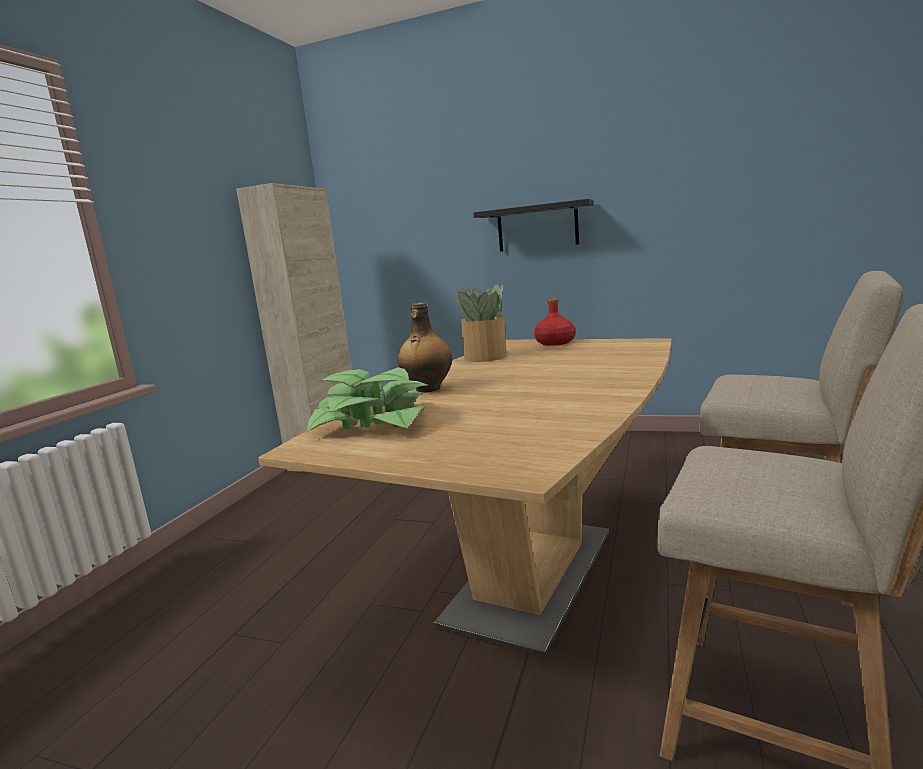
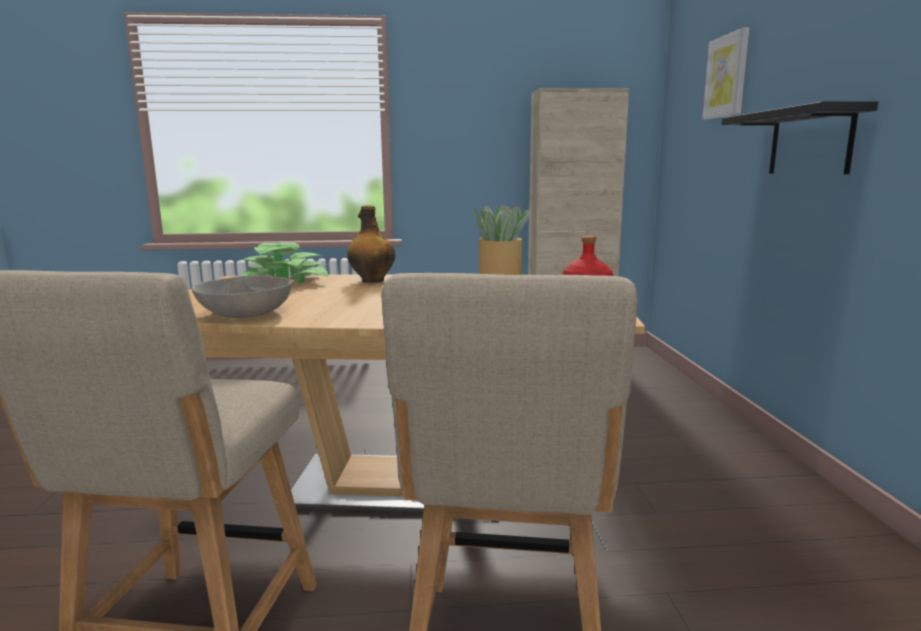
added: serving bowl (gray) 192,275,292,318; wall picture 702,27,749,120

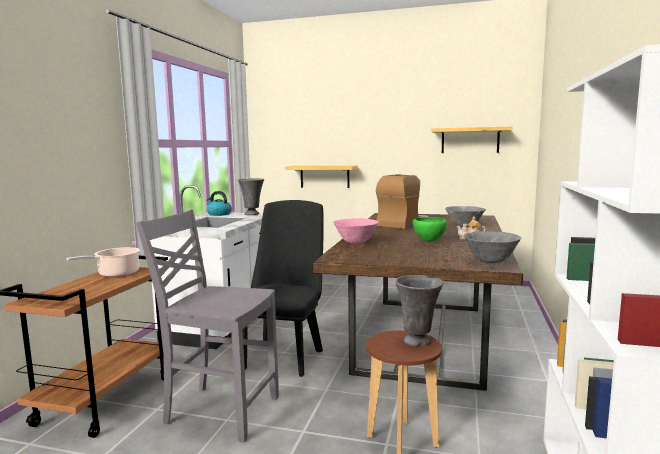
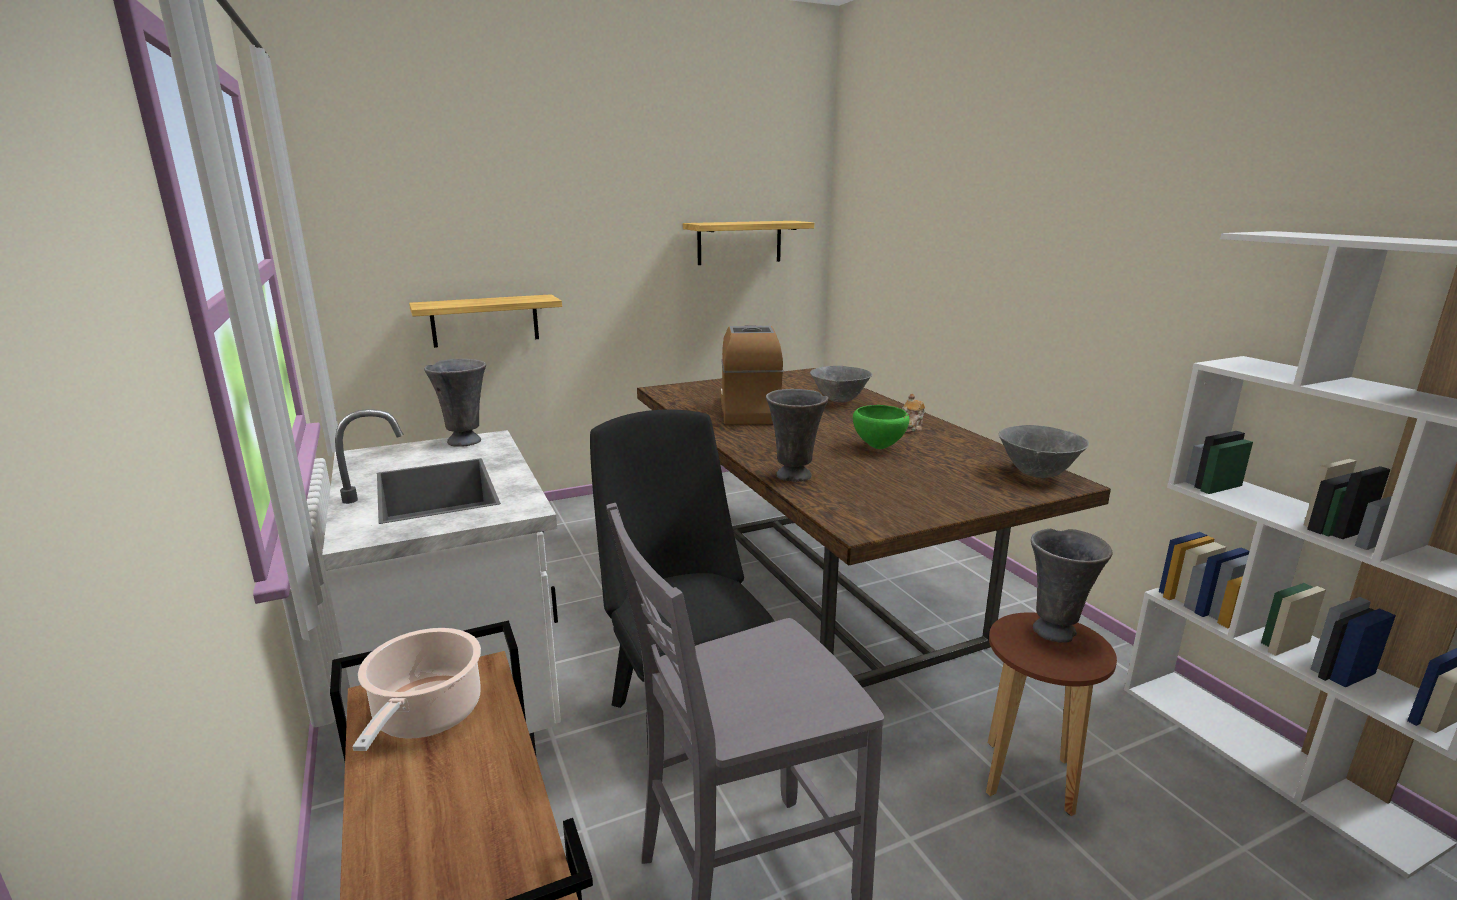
removed: water kettle 206,191,232,216
replaced: serving bowl (pinkish) 333,218,379,244 to decorative vase (gray) 766,389,829,482

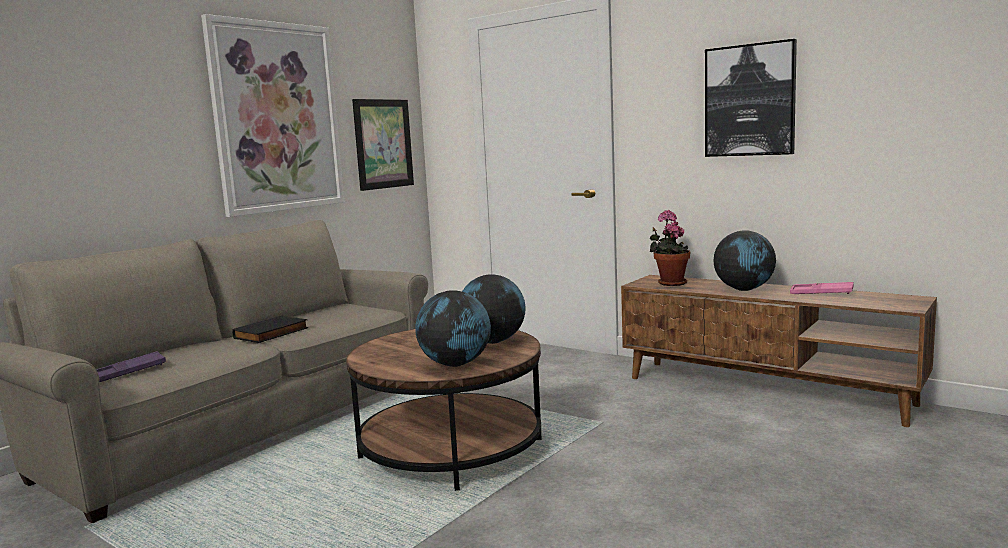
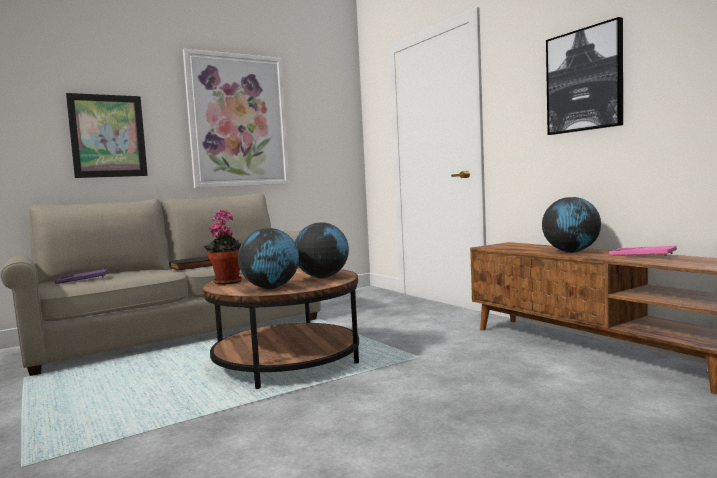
moved: wall picture 352,99,414,191 to 66,93,148,178; potted plant 649,210,691,286 to 204,209,242,285

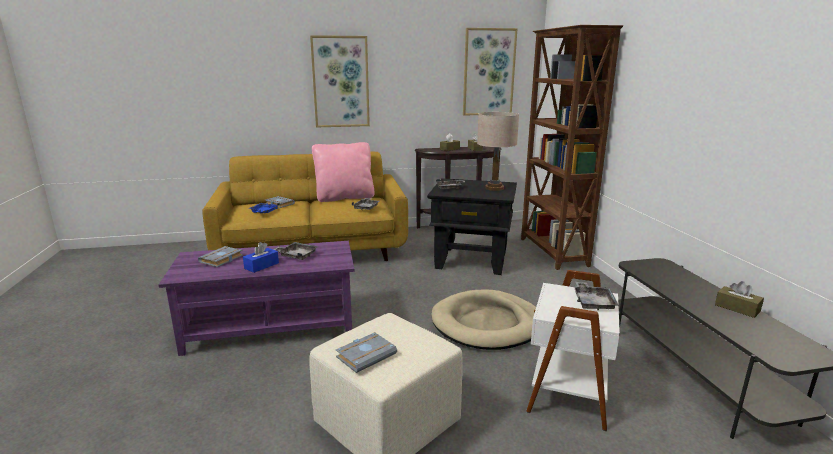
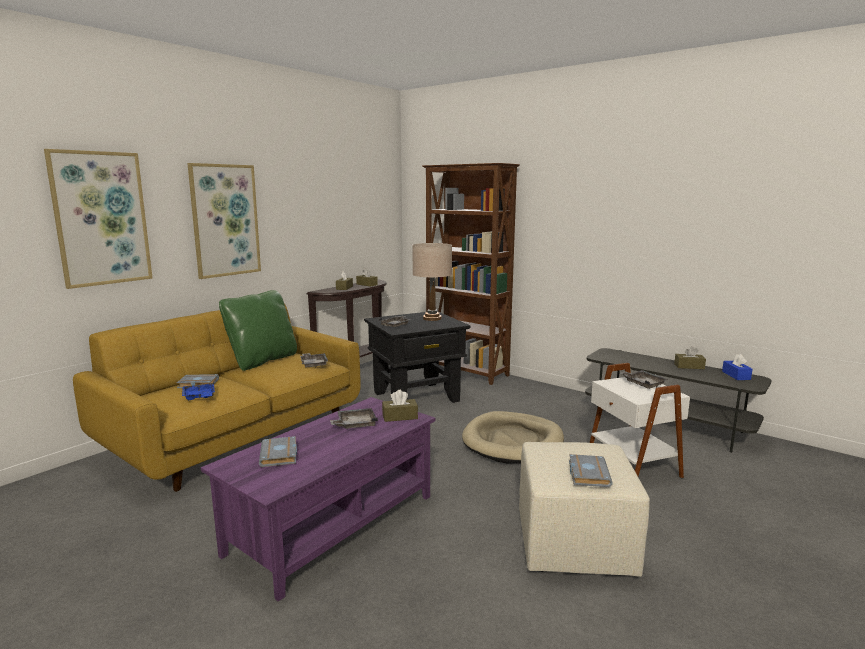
added: box of tissues (brown) 382,390,418,422
moved: box of tissues (bluish) 243,242,279,273 to 722,354,753,380; wall picture 463,28,518,116 to 44,149,153,289
recoloured: cushion (pinkish) 312,142,375,202 to cushion (greenish) 219,290,297,371

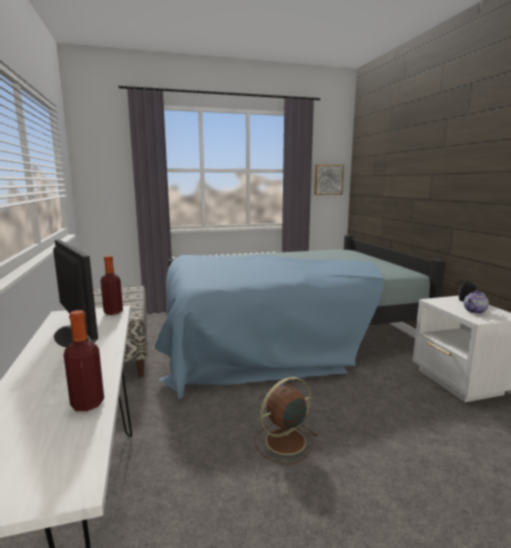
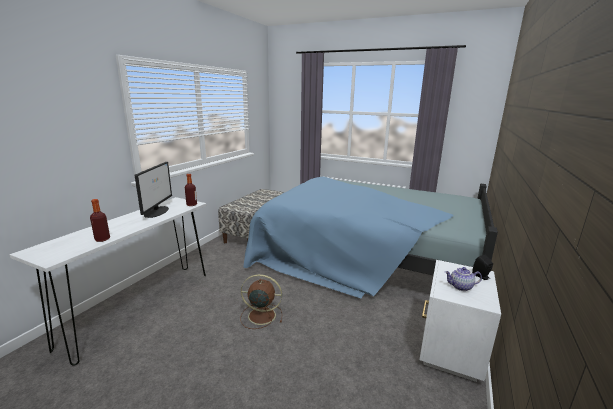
removed: wall picture 315,164,344,195

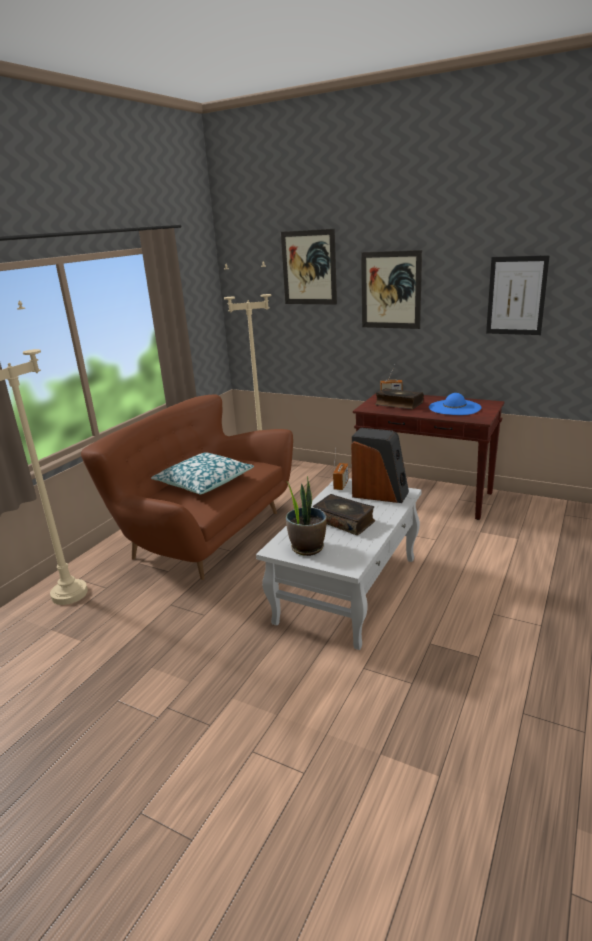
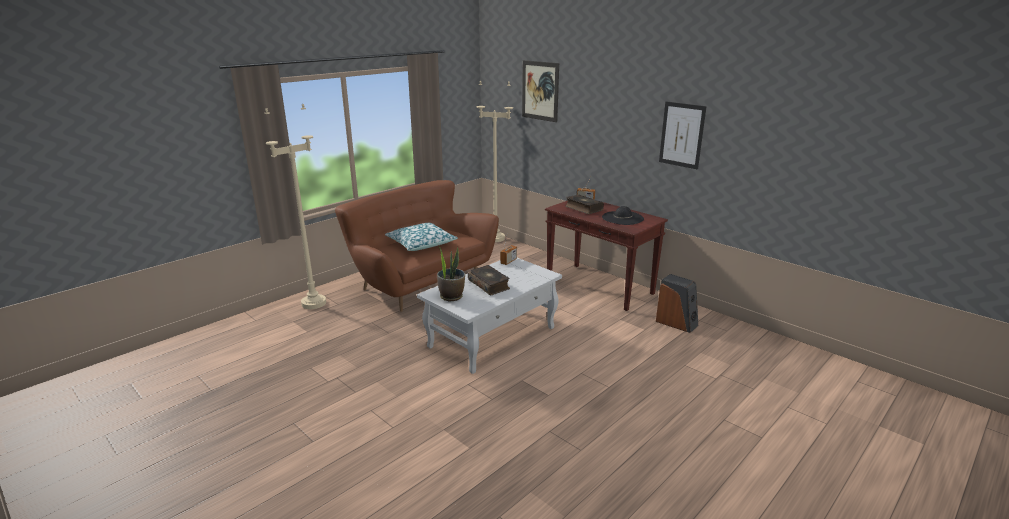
removed: wall picture 361,250,422,329
moved: speaker 351,428,409,503 to 656,274,698,333
recoloured: wearable hat (bluish) 429,393,481,415 to wearable hat (black-coloured) 602,206,644,225

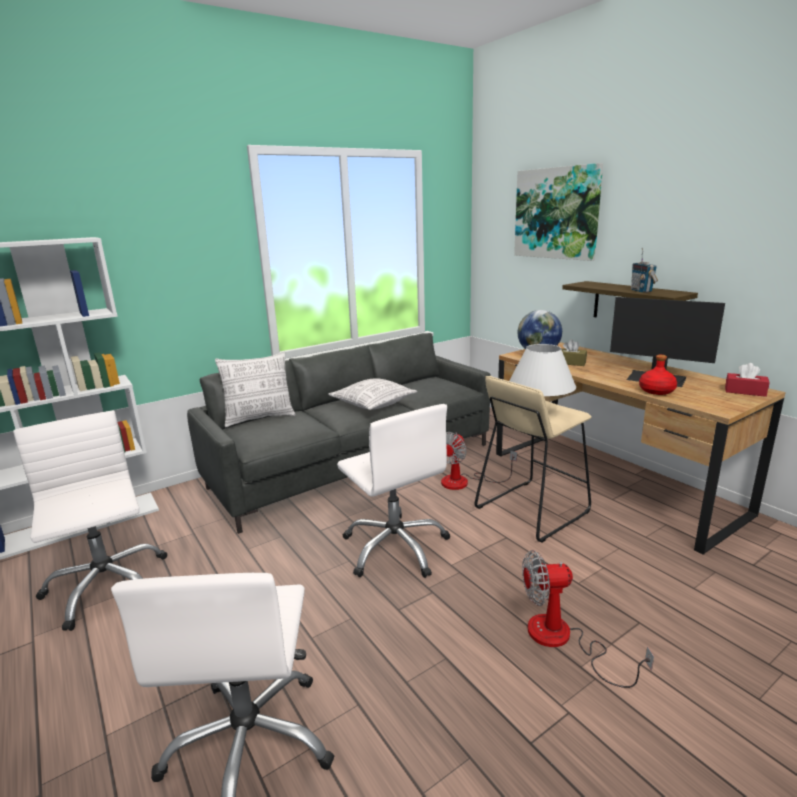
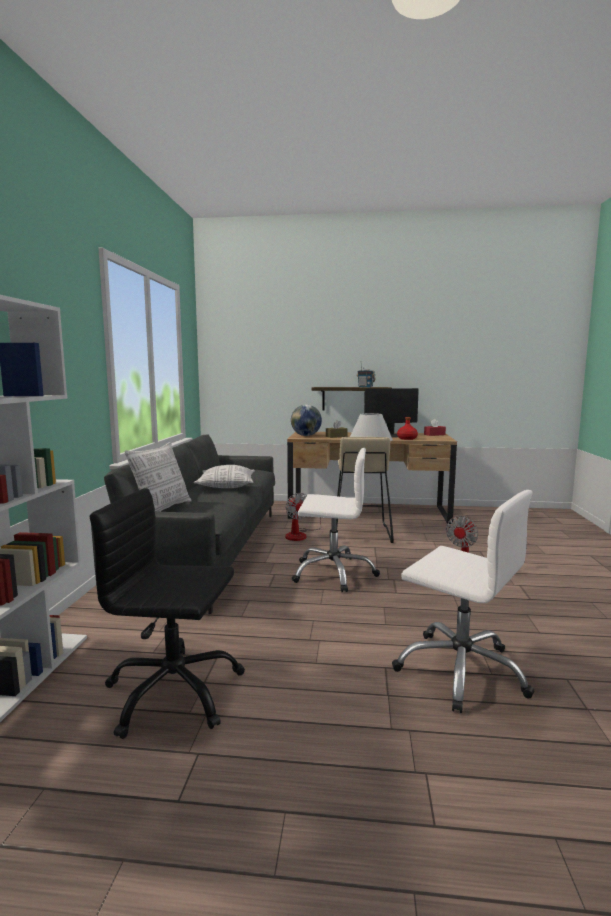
removed: wall picture 514,163,603,261
recoloured: desk chair (white-coloured) 13,411,167,631 to desk chair (black-coloured) 90,488,245,739

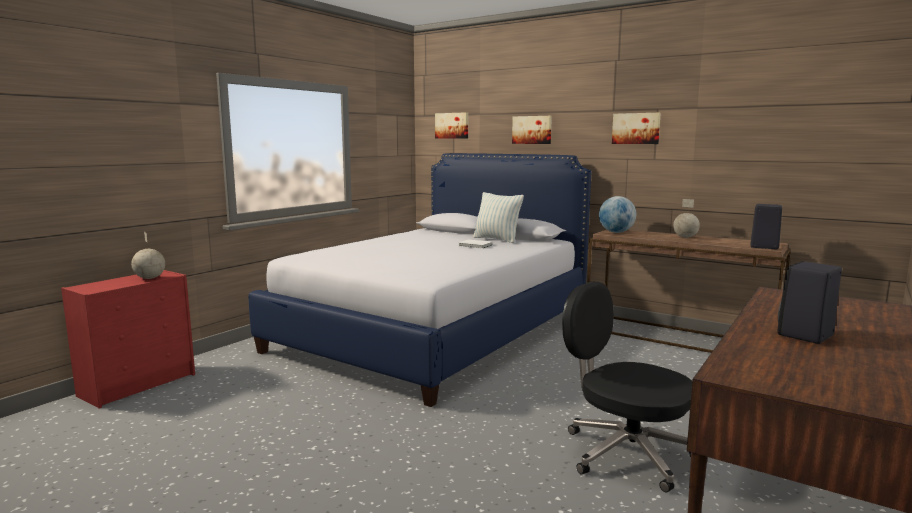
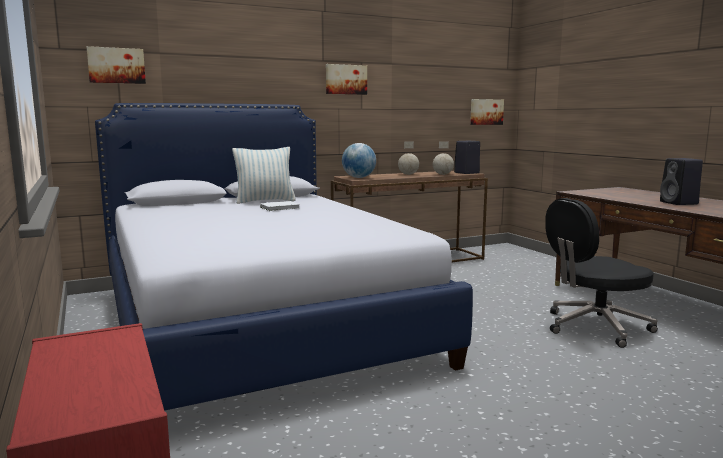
moved: desk globe 131,232,165,279 to 433,141,454,175; wall picture 512,116,552,144 to 470,99,504,125

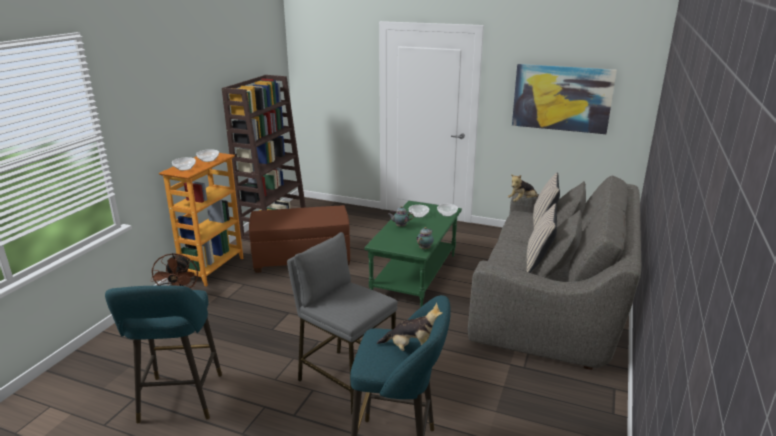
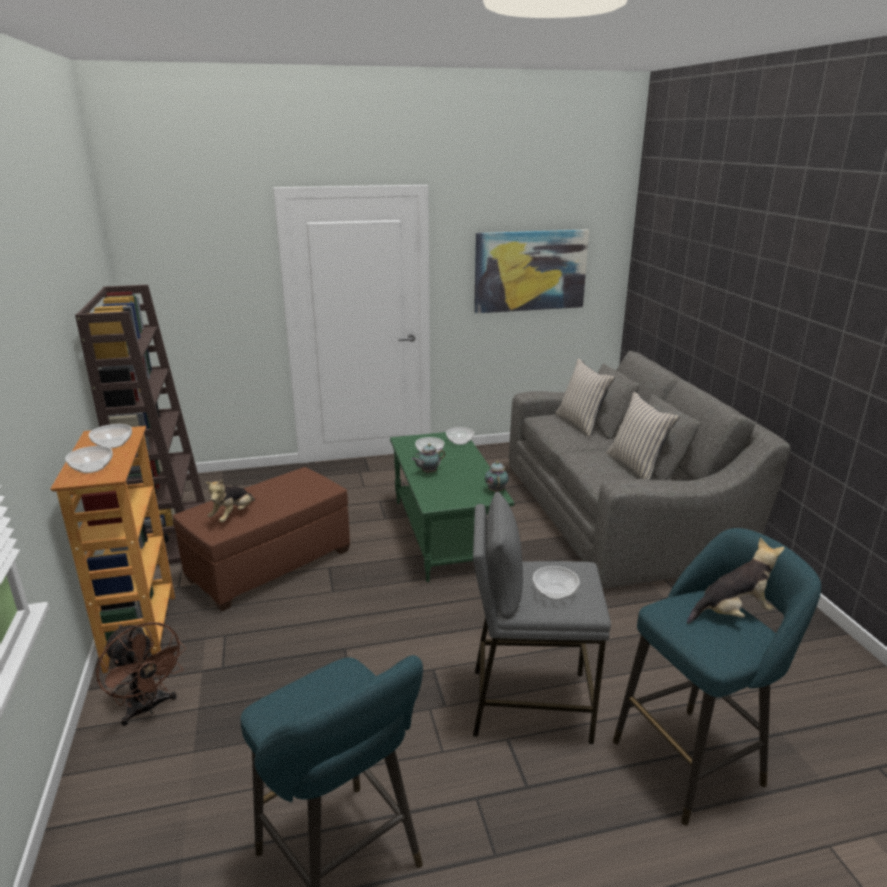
added: serving bowl 533,566,580,600
moved: cuddly toy 507,175,538,202 to 205,479,255,522

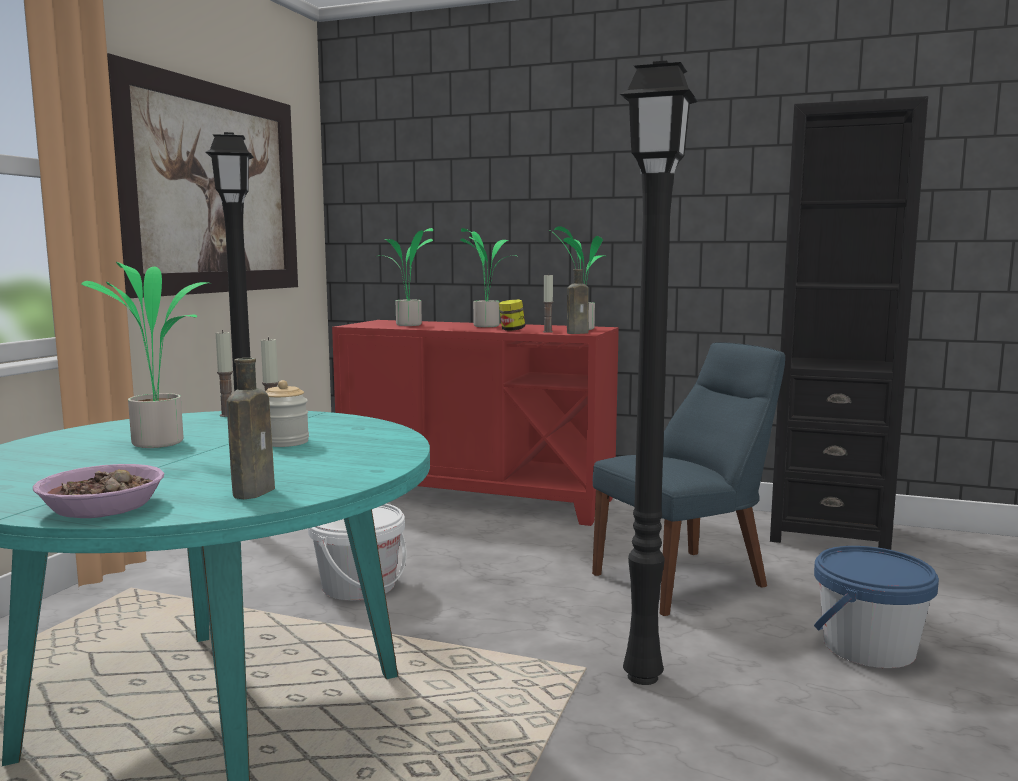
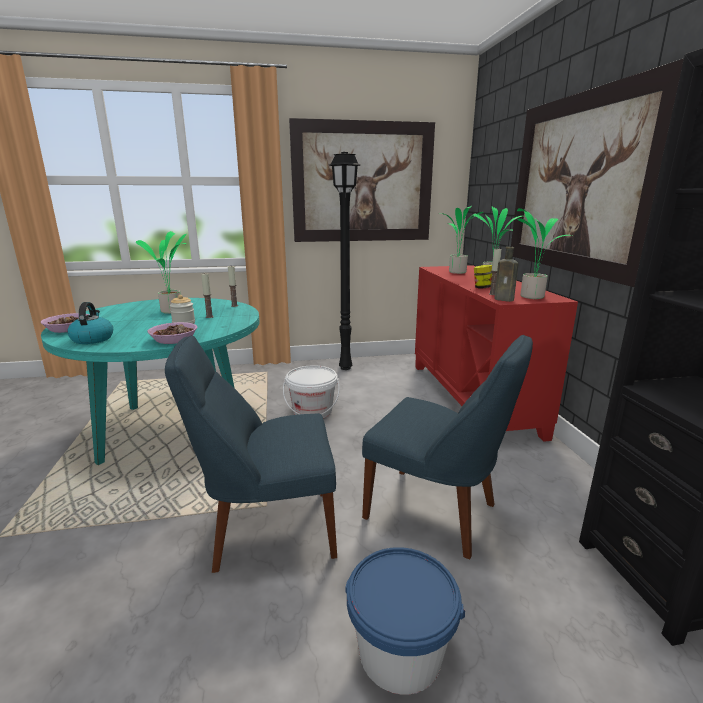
added: serving bowl 148,322,197,344; wall picture 511,59,684,287
replaced: beverage bottle (brown) 227,358,275,499 to water kettle 67,302,113,344; standard lamp (black-coloured) 620,61,698,685 to upright chair (bluish) 165,336,337,573

